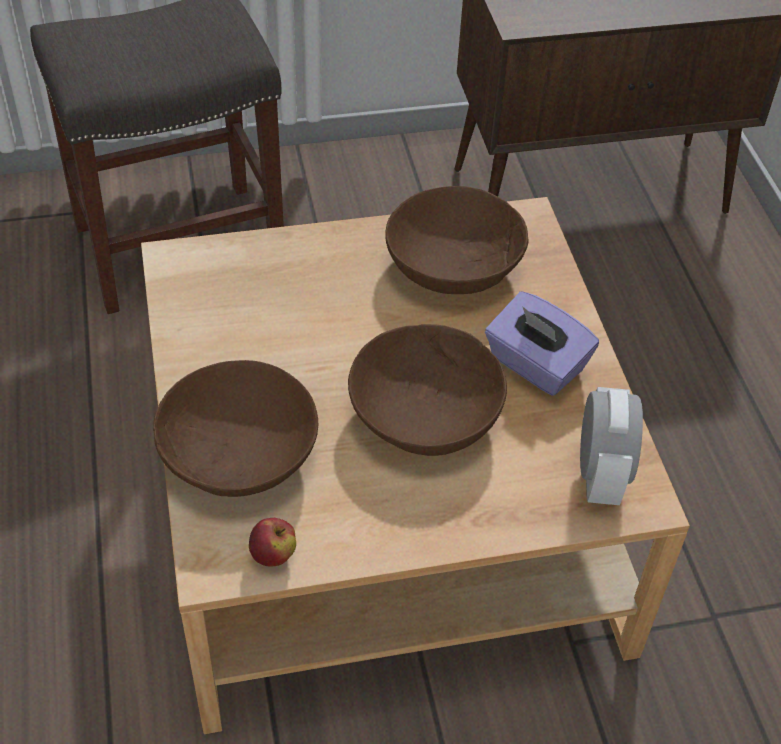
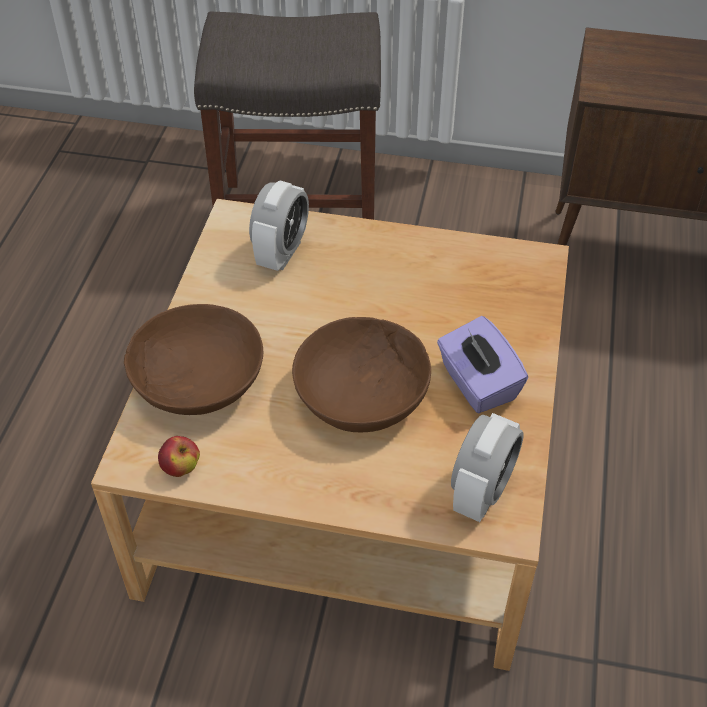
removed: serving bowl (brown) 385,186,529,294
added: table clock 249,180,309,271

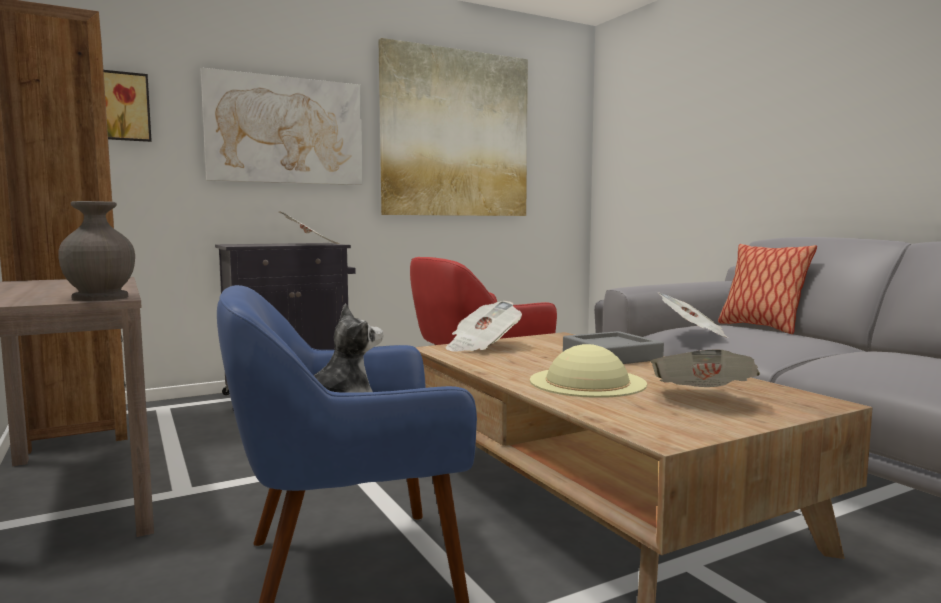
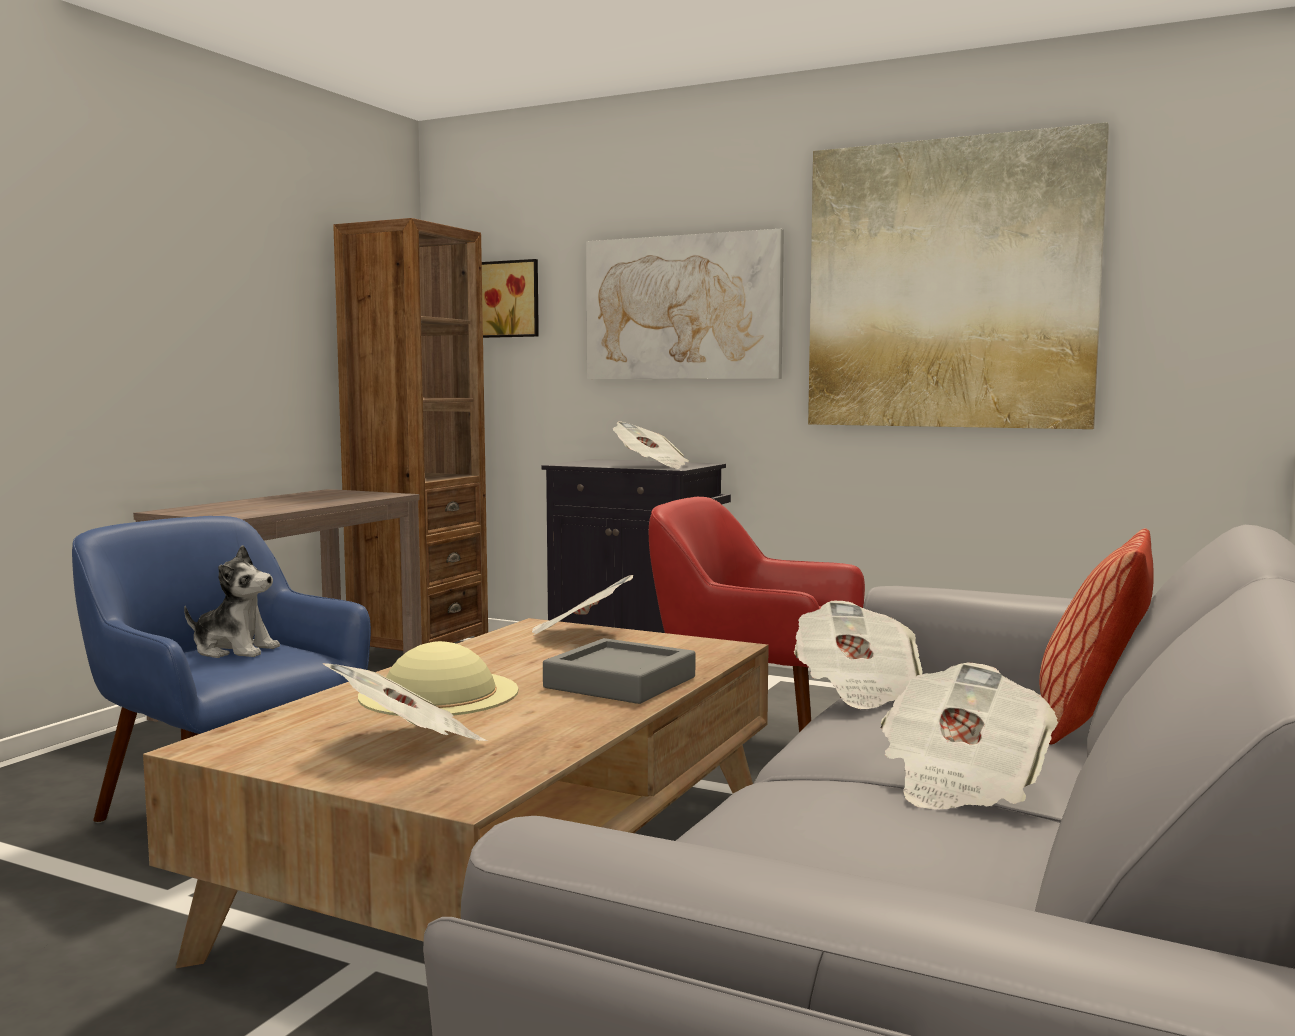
removed: decorative vase (gray) 58,201,135,301
added: newspaper 880,663,1058,810

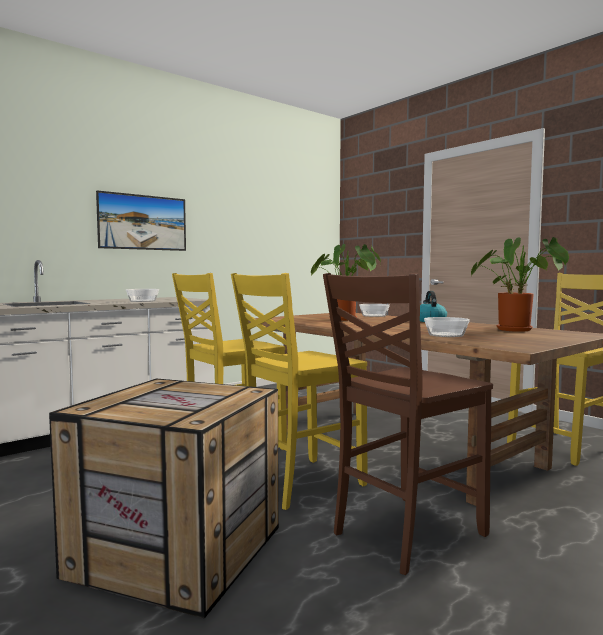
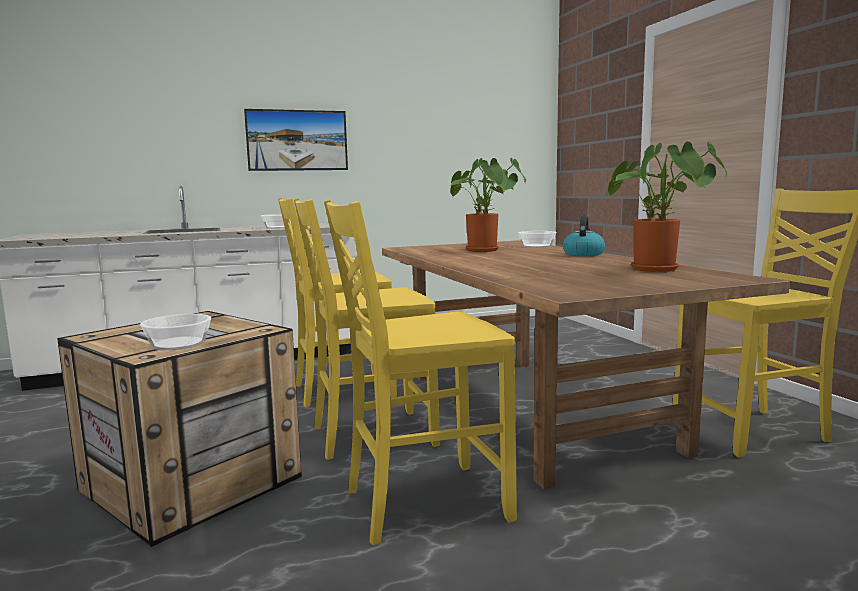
moved: serving bowl 424,317,470,337 to 140,314,211,350
recoloured: upright chair (brown) 323,273,493,575 to upright chair (yellowish) 324,200,517,546

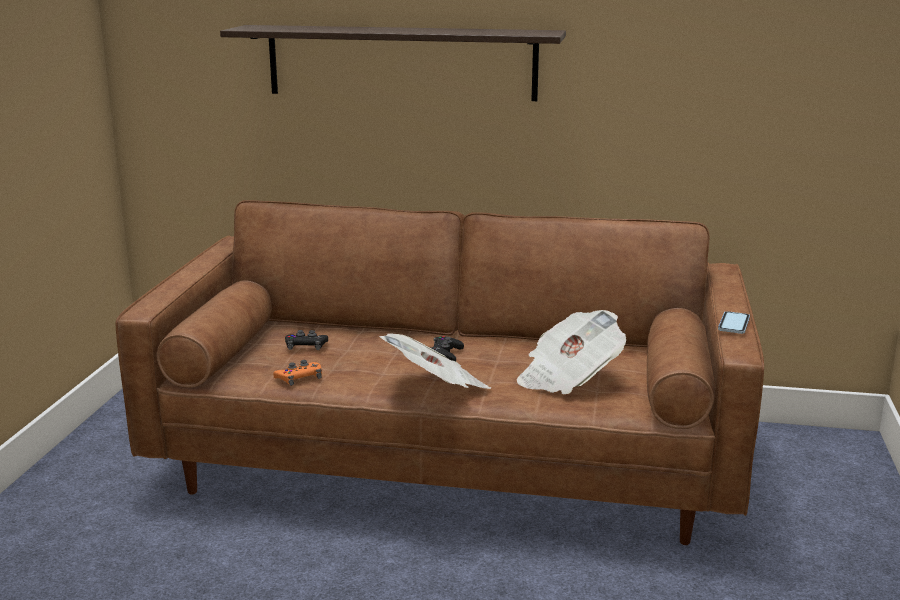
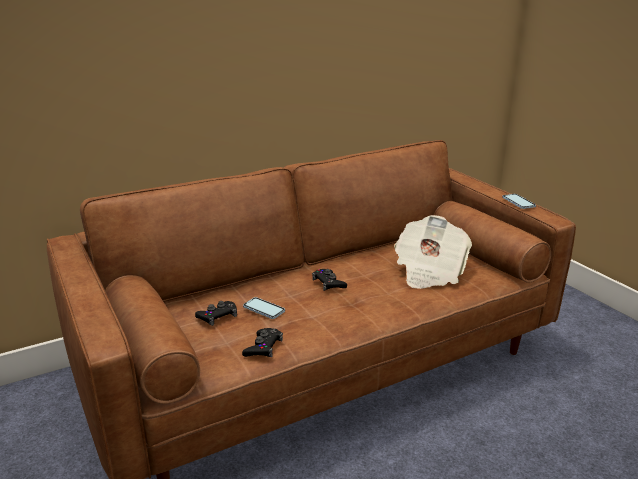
removed: shelf 220,25,566,101; newspaper 379,334,491,389
added: phone 243,297,285,319
recoloured: joypad (orangey) 273,360,322,386 to joypad (black-coloured) 242,328,283,357

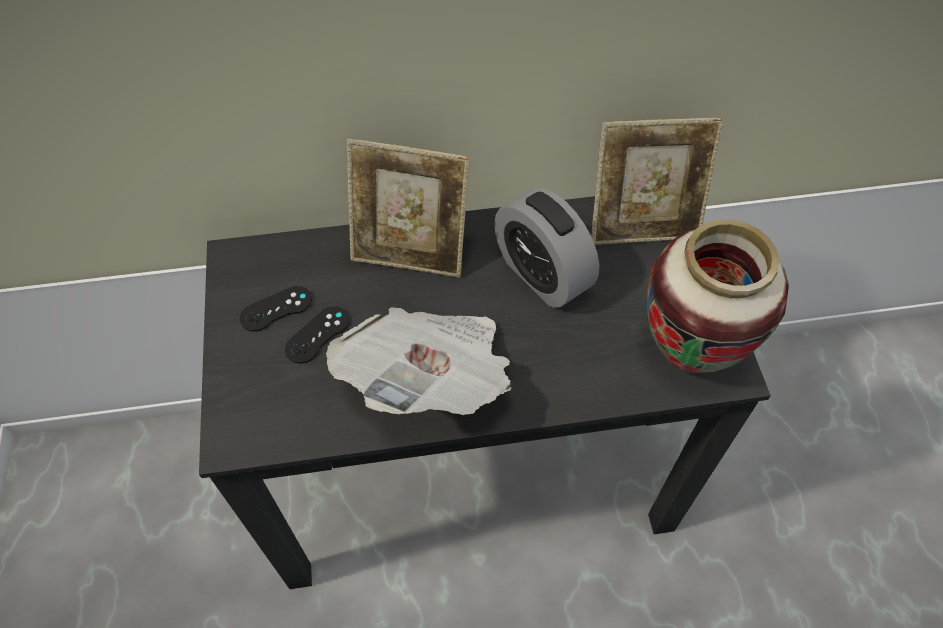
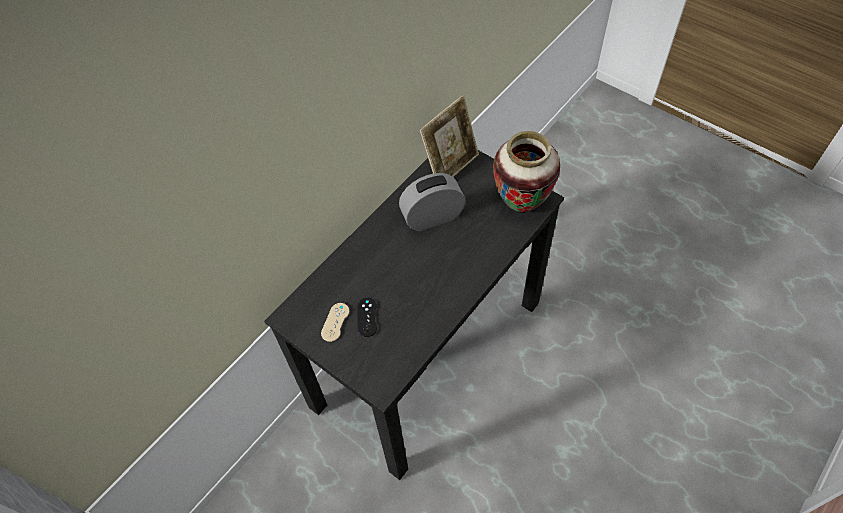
removed: newspaper 326,307,512,415; photo frame 347,139,470,277
recoloured: joypad (black-coloured) 240,286,312,332 to joypad (beige-coloured) 321,303,349,342
turned: table clock 494,188,599,308 = 399,173,465,231 150 degrees clockwise

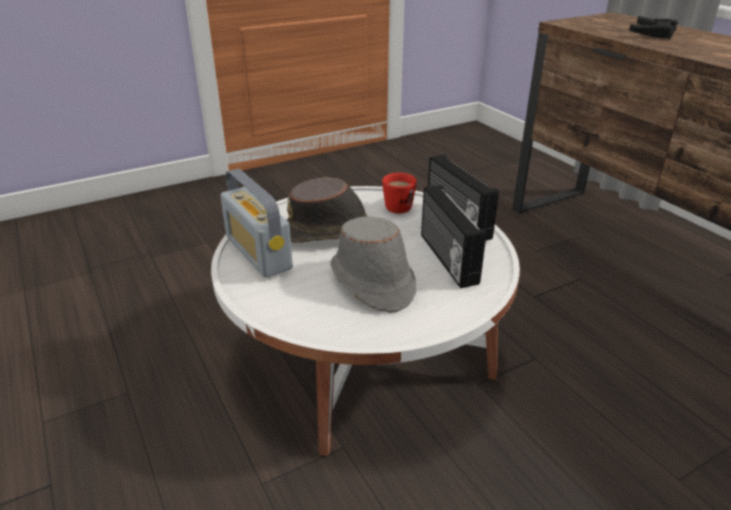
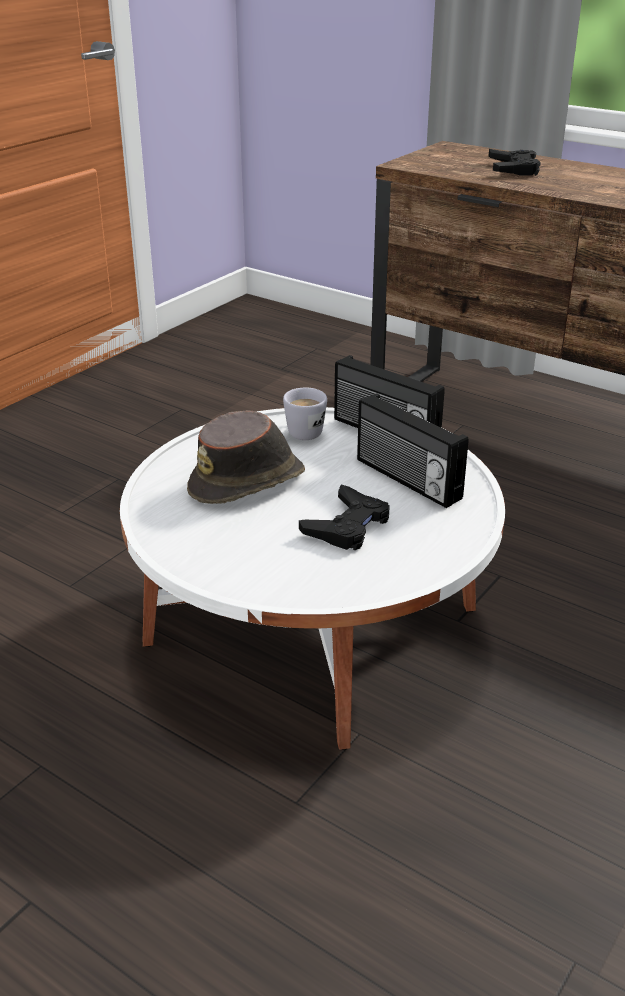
removed: radio set 220,169,293,278
replaced: wearable hat (gray) 330,217,417,313 to joypad (black-coloured) 299,485,390,550
recoloured: tea mug (red-coloured) 382,173,417,214 to tea mug (white-coloured) 283,388,327,440

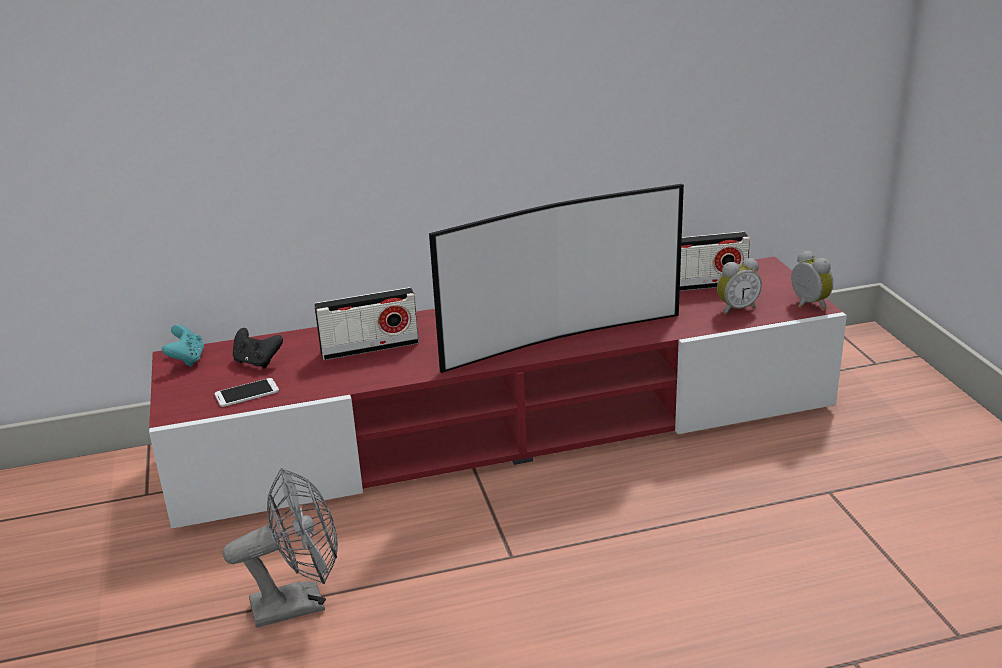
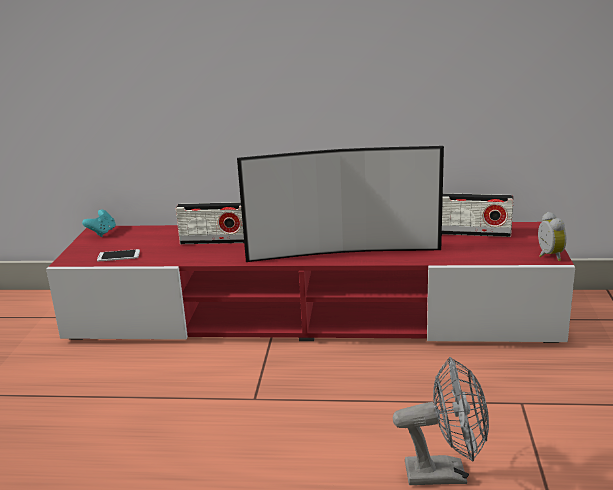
removed: joypad (black-coloured) 233,328,283,369; table clock 717,258,762,315
moved: electric fan (gray) 223,468,338,628 to 393,357,489,485

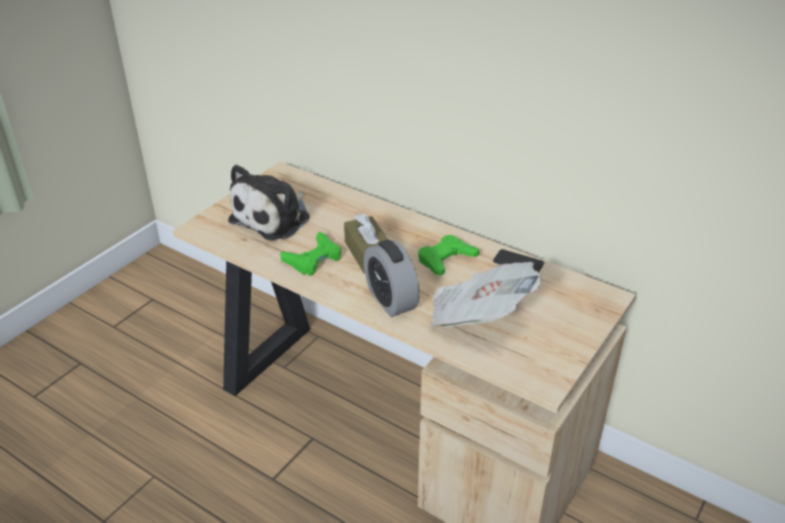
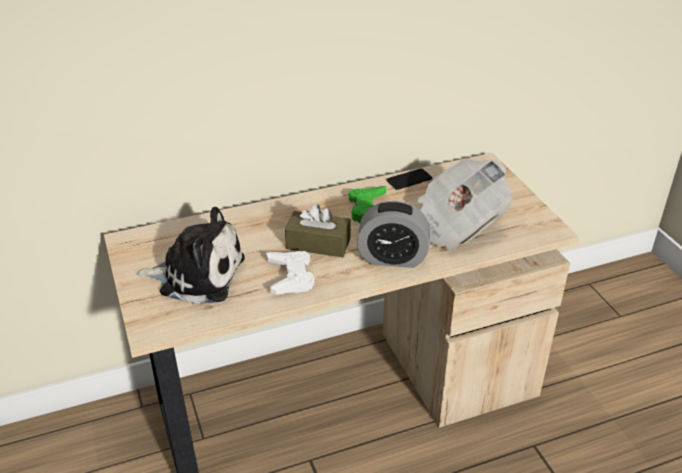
recoloured: joypad (greenish) 280,232,341,276 to joypad (white-coloured) 266,251,315,295
turned: cuddly toy 228,164,310,241 = 136,207,245,304 60 degrees counterclockwise

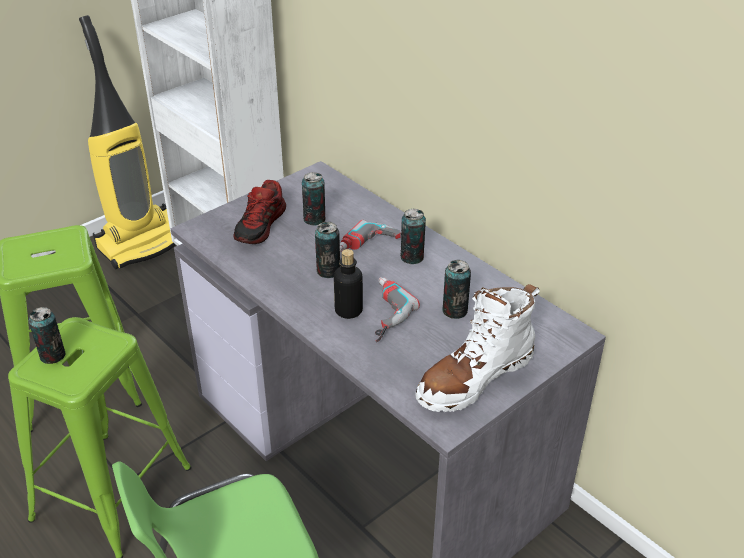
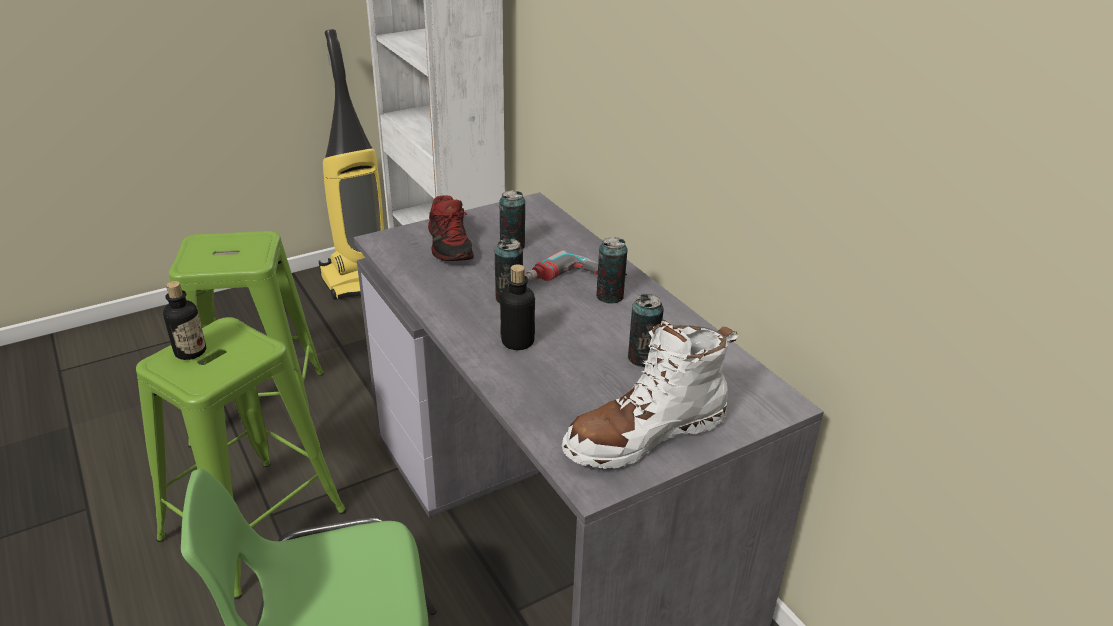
removed: electric drill 375,277,420,342
replaced: sealed can 29,307,65,364 to beverage bottle 163,281,206,360
turned: shoe 233,180,286,244 = 428,195,474,261 45 degrees counterclockwise

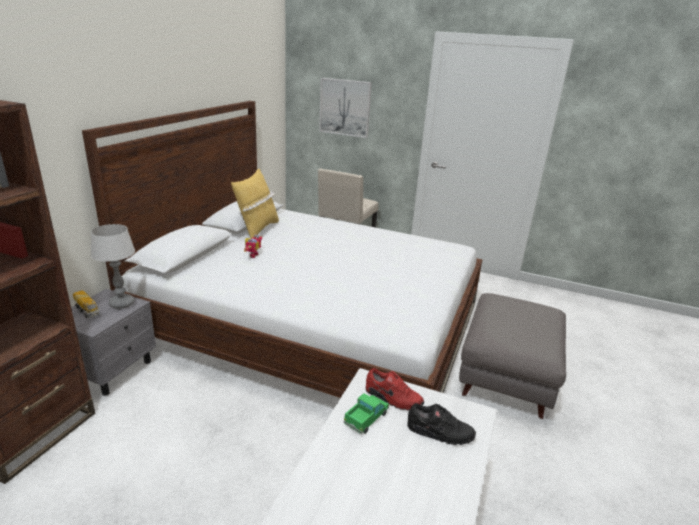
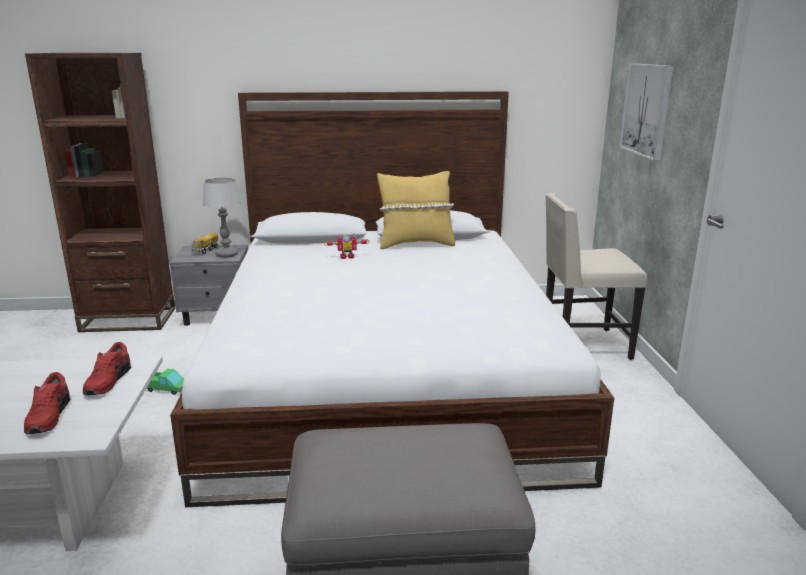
moved: model truck 344,393,389,434 to 146,368,184,395
recoloured: shoe (black-coloured) 407,403,476,445 to shoe (red-coloured) 24,372,71,434

